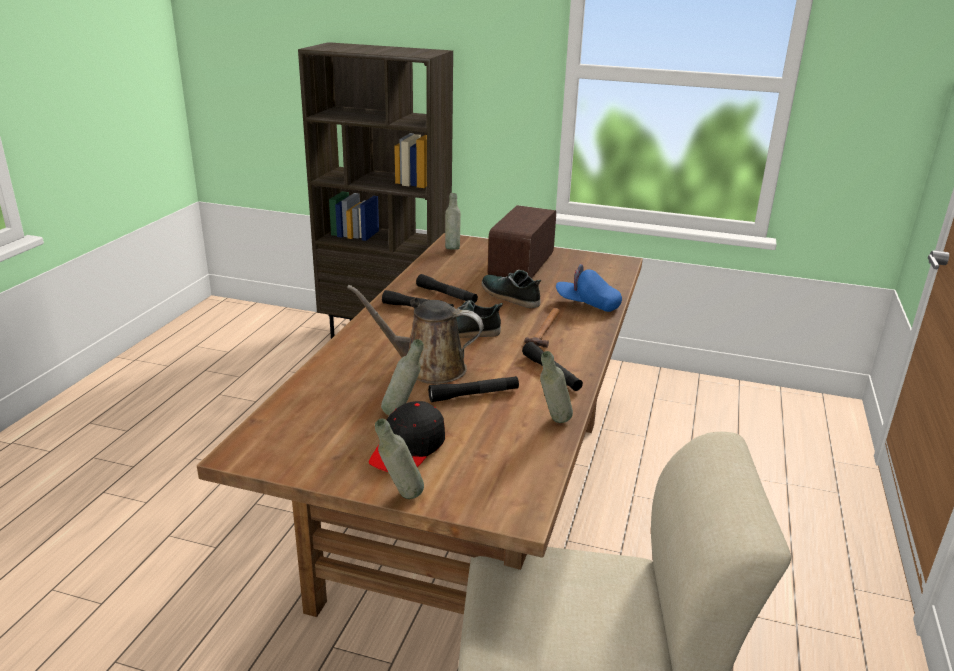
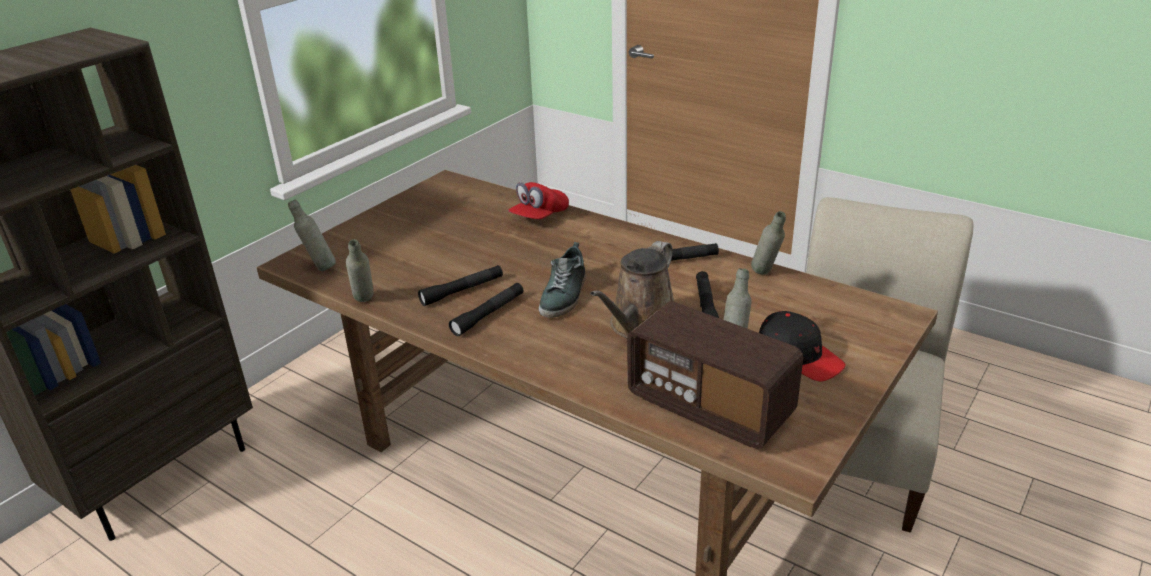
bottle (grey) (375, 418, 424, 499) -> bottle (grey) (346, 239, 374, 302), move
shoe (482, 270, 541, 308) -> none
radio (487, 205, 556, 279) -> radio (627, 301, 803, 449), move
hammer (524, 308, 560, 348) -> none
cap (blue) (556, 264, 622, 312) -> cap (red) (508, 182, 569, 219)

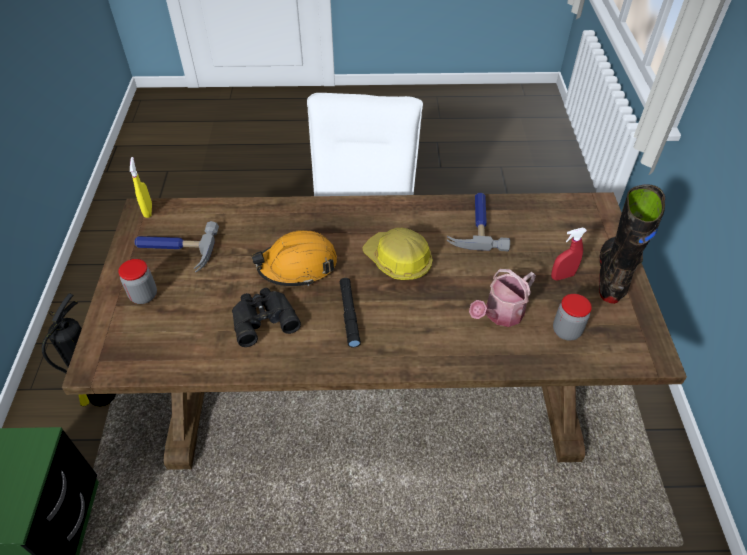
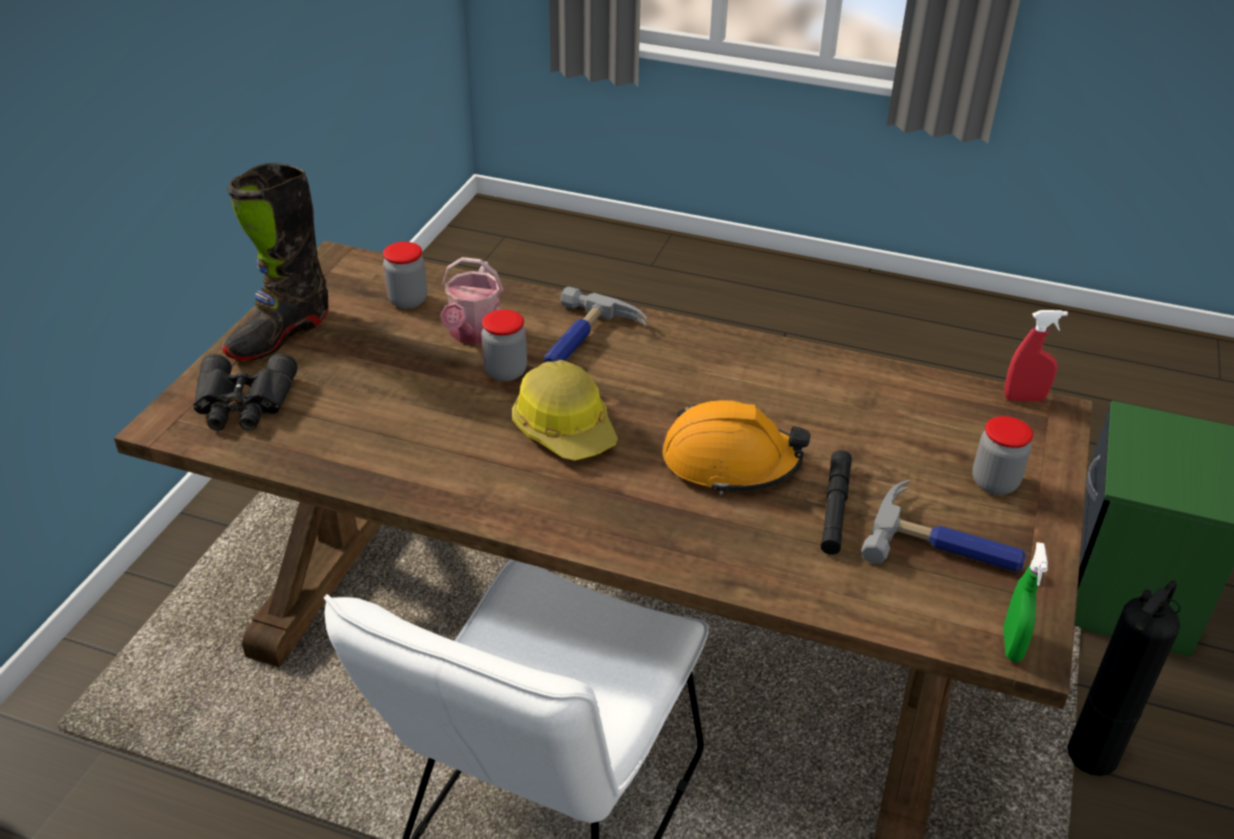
spray bottle (yellow) (130, 157, 152, 218) -> spray bottle (green) (1003, 542, 1048, 662)
binoculars (black) (232, 288, 301, 347) -> binoculars (black) (193, 354, 297, 431), move
flashlight (black) (340, 278, 361, 348) -> flashlight (black) (821, 450, 852, 555), move
hammer (447, 193, 510, 252) -> hammer (544, 287, 647, 363), move
watering can (469, 269, 536, 327) -> watering can (440, 257, 504, 345), 120 degrees clockwise
spray bottle (red) (551, 228, 587, 280) -> spray bottle (red) (1004, 310, 1068, 401), move
none -> jar (481, 310, 527, 382)

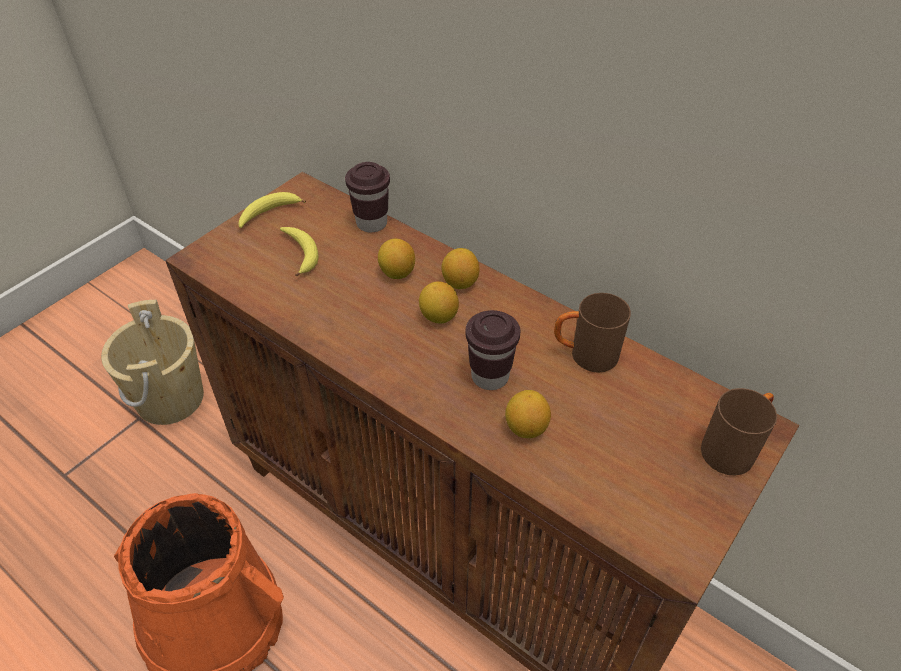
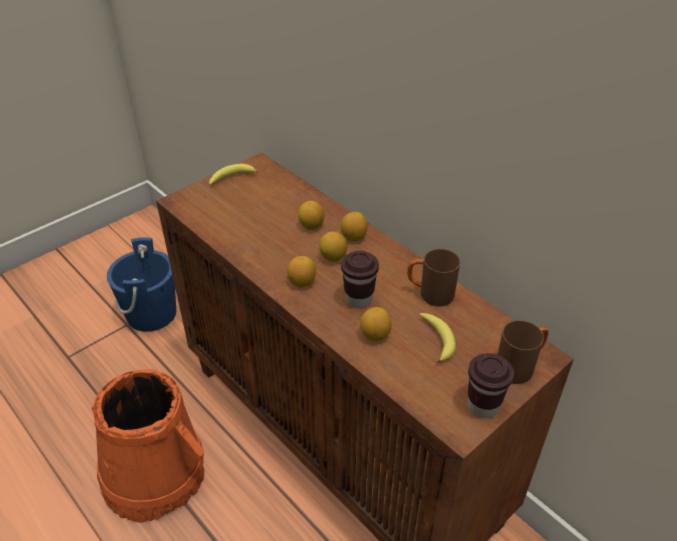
bucket (beige) (101, 300, 204, 425) -> bucket (blue) (107, 237, 176, 332)
banana (280, 227, 318, 277) -> banana (420, 313, 456, 363), move
cup (brown) (345, 162, 390, 233) -> cup (brown) (468, 353, 514, 418), move
none -> lemon (287, 256, 316, 287)

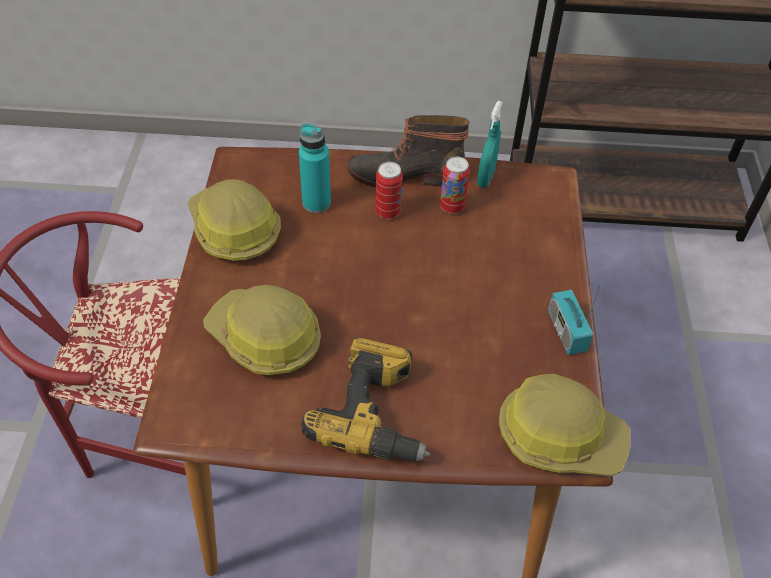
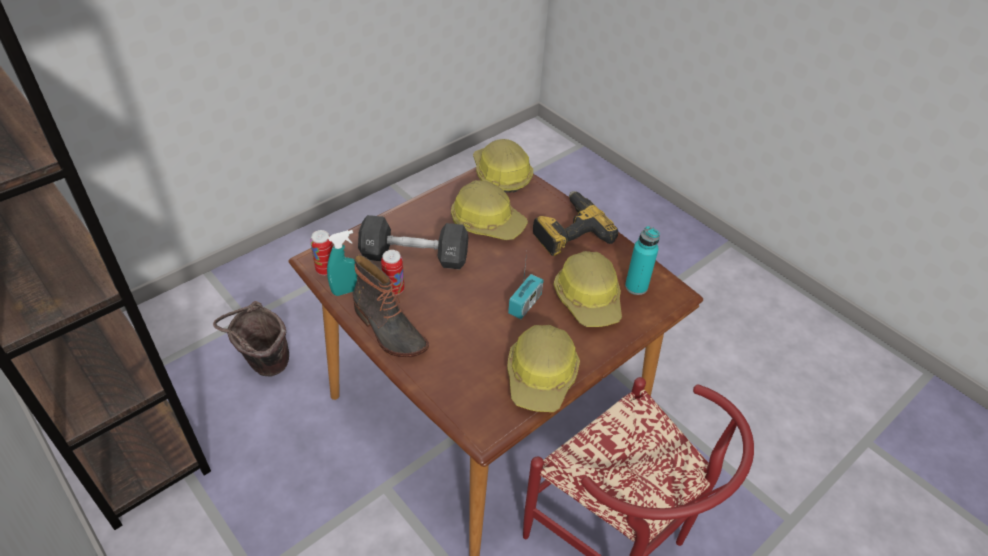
bottle (turquoise) (299, 124, 331, 213) -> bottle (turquoise) (625, 226, 660, 295), move
can (375, 162, 403, 219) -> can (310, 230, 333, 275), move
radio (548, 283, 601, 355) -> radio (508, 252, 544, 319), move
none -> bucket (brown) (213, 301, 289, 376)
none -> dumbbell (black) (358, 215, 468, 269)
none -> hard hat (451, 180, 528, 240)

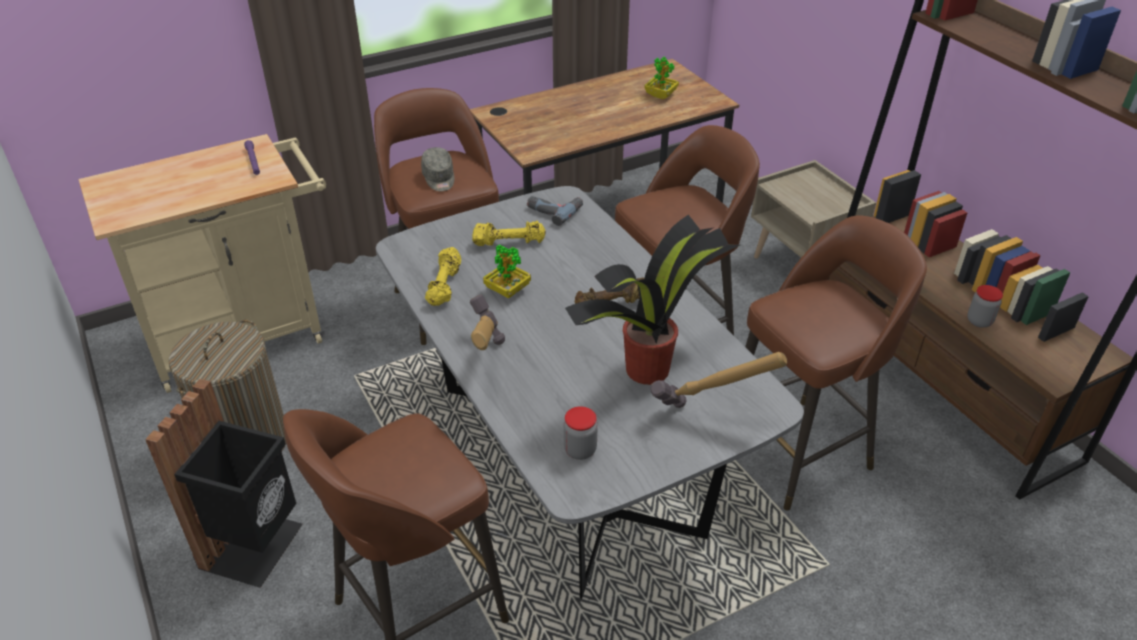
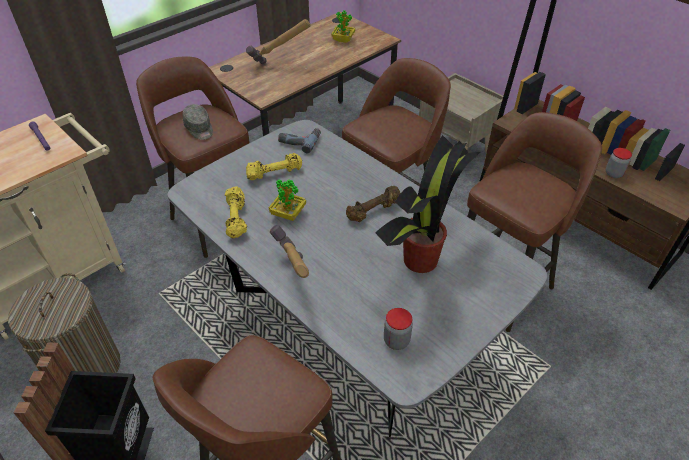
hammer (650, 352, 787, 408) -> hammer (246, 19, 311, 64), move

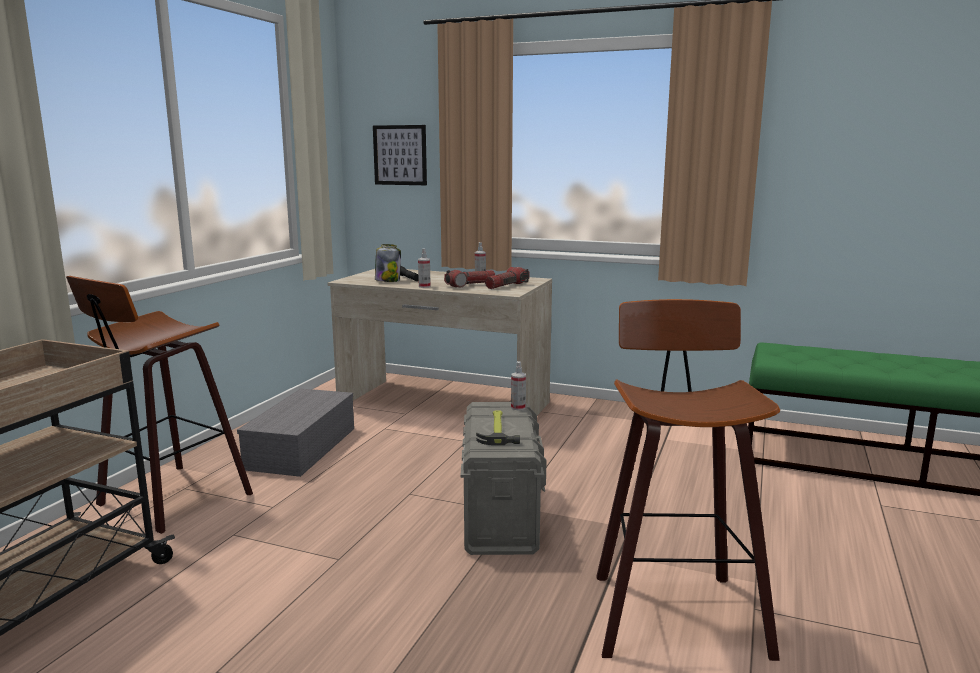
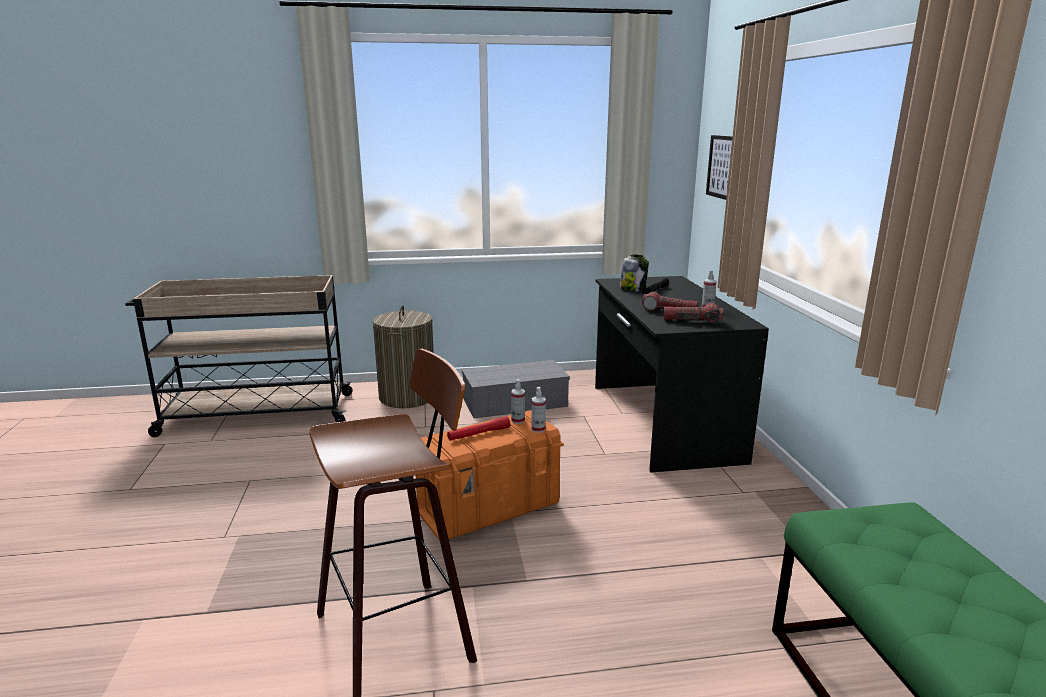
stool (66, 276, 253, 534) -> laundry basket (372, 305, 434, 408)
desk (beige) (327, 269, 552, 415) -> desk (black) (595, 276, 769, 472)
spray bottle (418, 248, 431, 288) -> spray bottle (511, 379, 525, 424), move
storage box (grey) (461, 402, 546, 555) -> storage box (orange) (416, 410, 564, 541)
hammer (476, 410, 520, 445) -> flashlight (red) (447, 416, 510, 441)

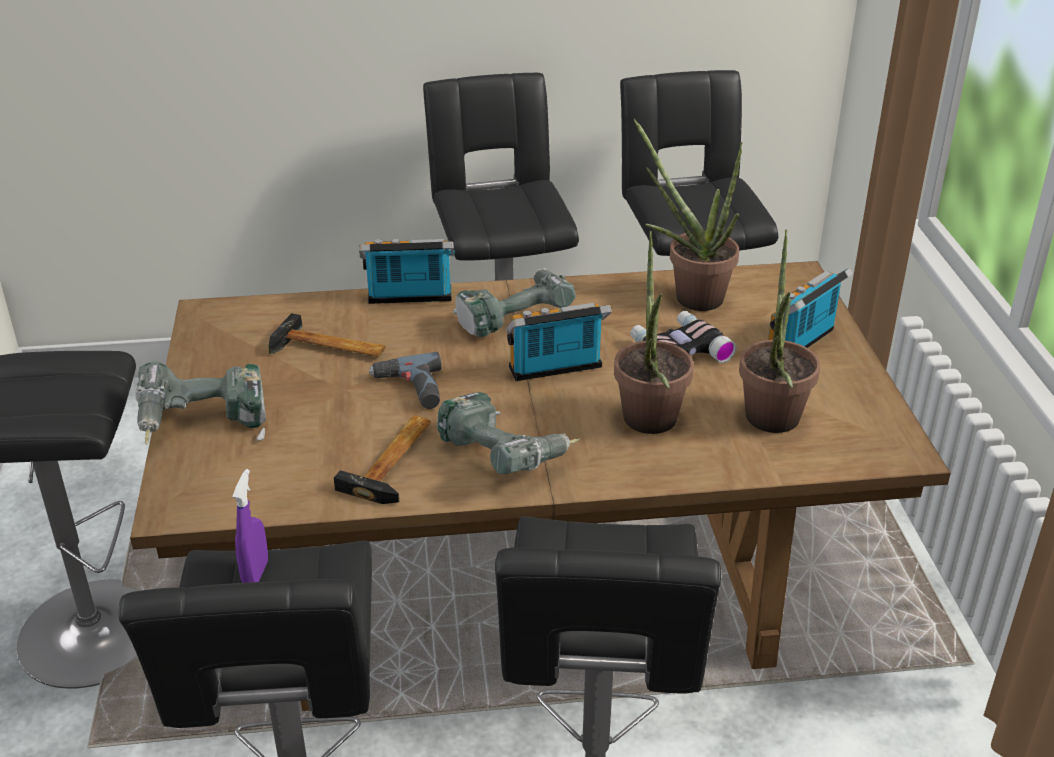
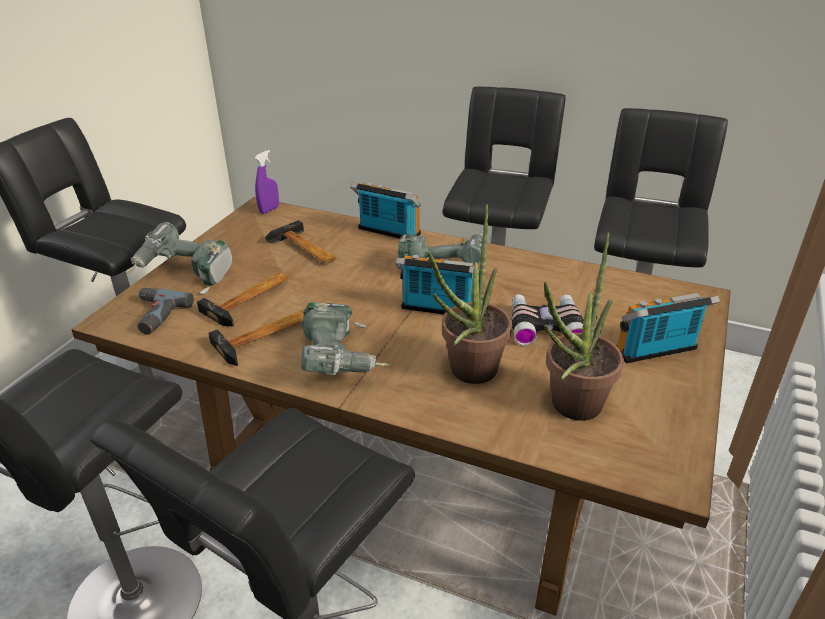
spray bottle (purple) (232, 469, 268, 583) -> spray bottle (purple) (255, 150, 279, 214), move
power drill (369, 352, 441, 409) -> power drill (137, 288, 194, 335), move
potted plant (633, 119, 743, 311) -> none
none -> hammer (197, 272, 289, 326)

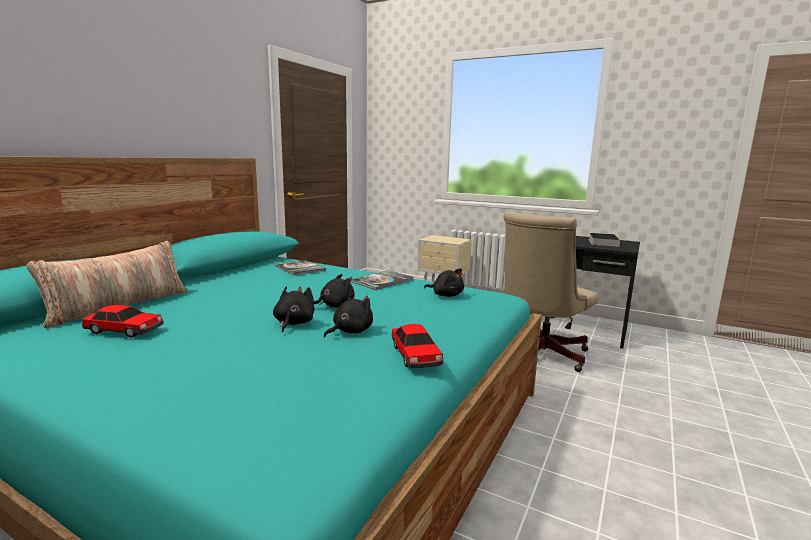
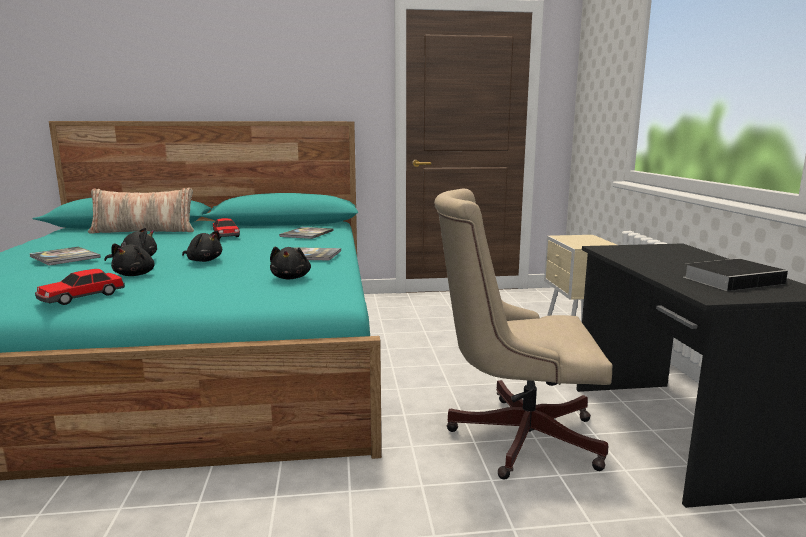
toy car (82, 305, 164, 338) -> toy car (213, 218, 240, 238), move
plush toy (black) (324, 293, 373, 337) -> plush toy (black) (111, 244, 155, 276), 90 degrees clockwise
none -> book (29, 247, 101, 266)

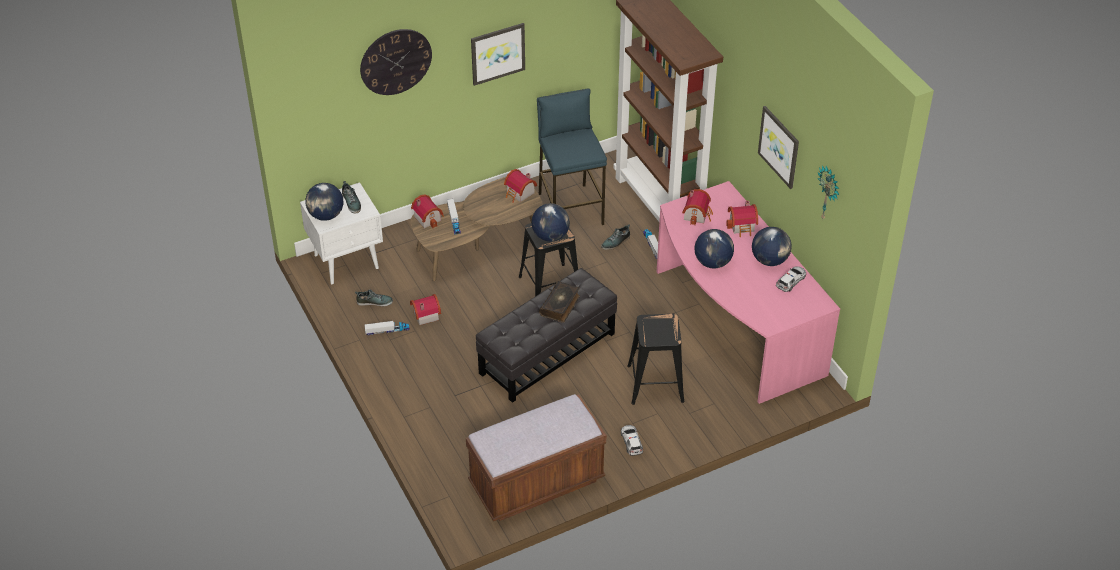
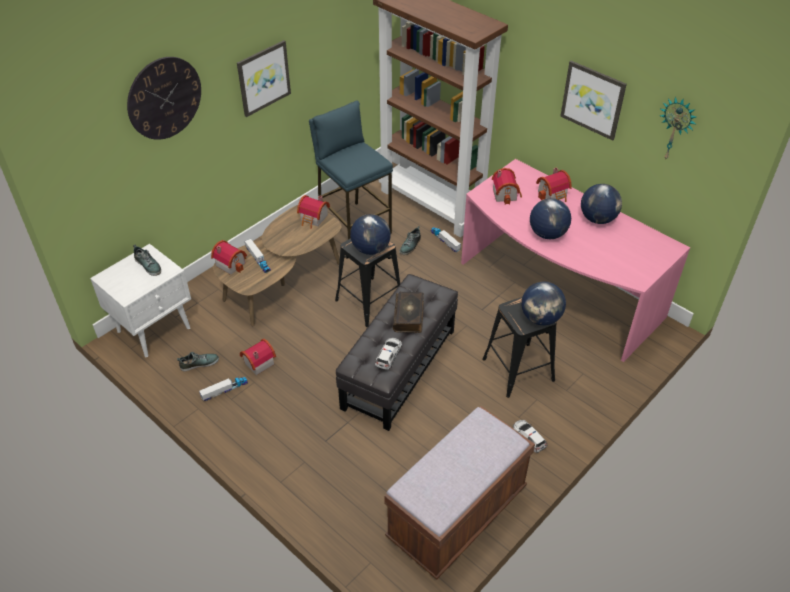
globe (305, 183, 343, 221) -> globe (521, 282, 566, 325), move
toy car (776, 266, 806, 292) -> toy car (375, 338, 402, 370), move

